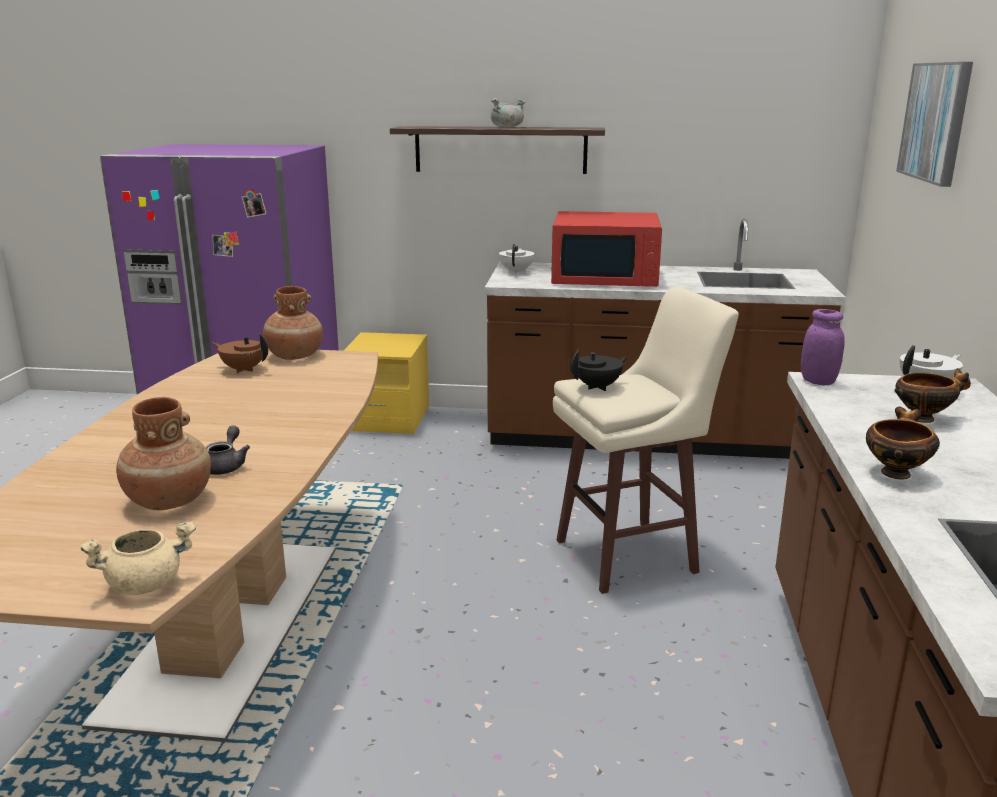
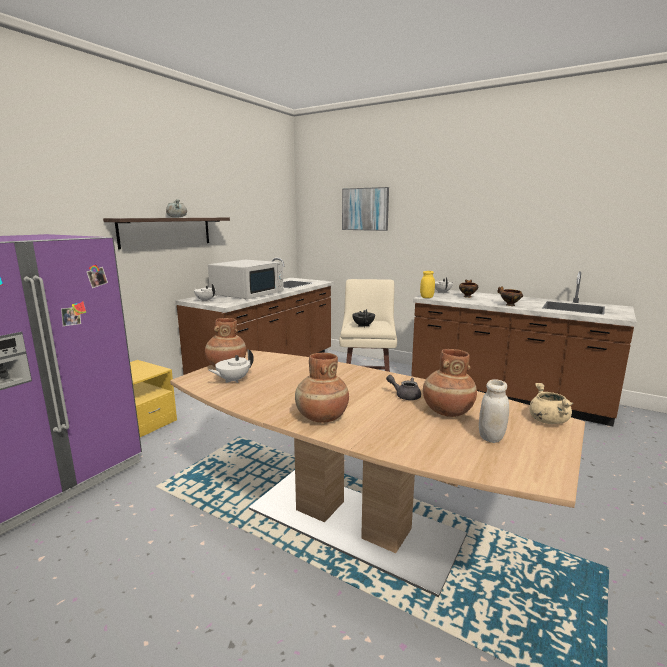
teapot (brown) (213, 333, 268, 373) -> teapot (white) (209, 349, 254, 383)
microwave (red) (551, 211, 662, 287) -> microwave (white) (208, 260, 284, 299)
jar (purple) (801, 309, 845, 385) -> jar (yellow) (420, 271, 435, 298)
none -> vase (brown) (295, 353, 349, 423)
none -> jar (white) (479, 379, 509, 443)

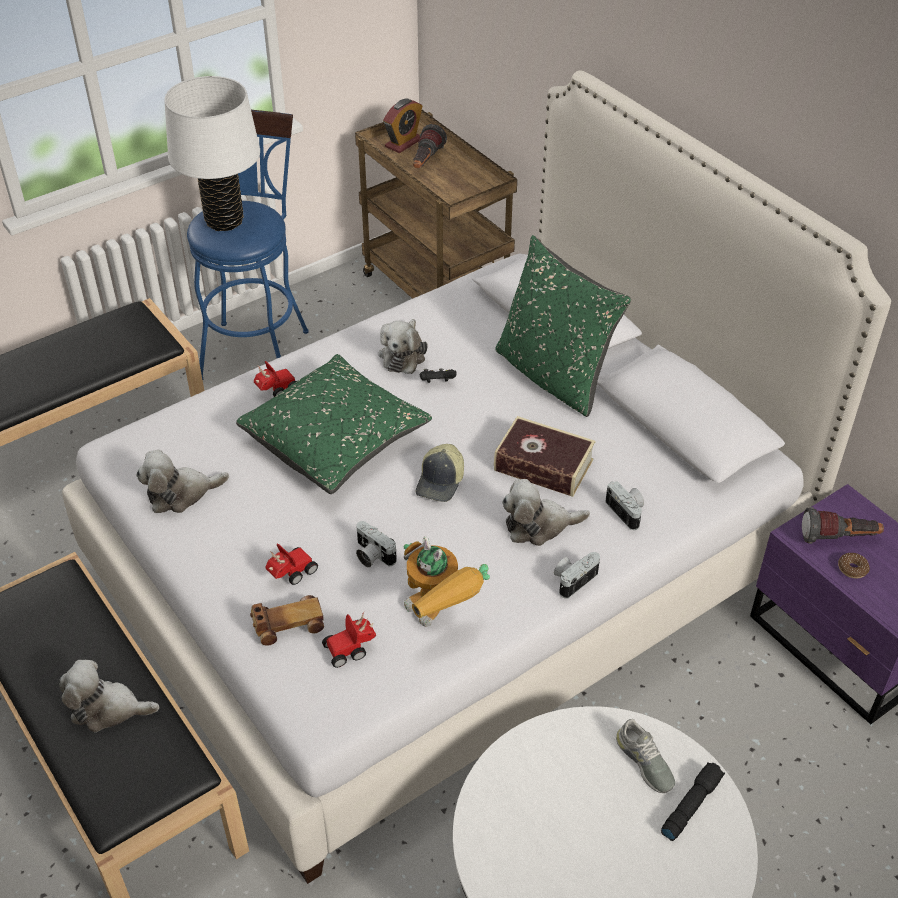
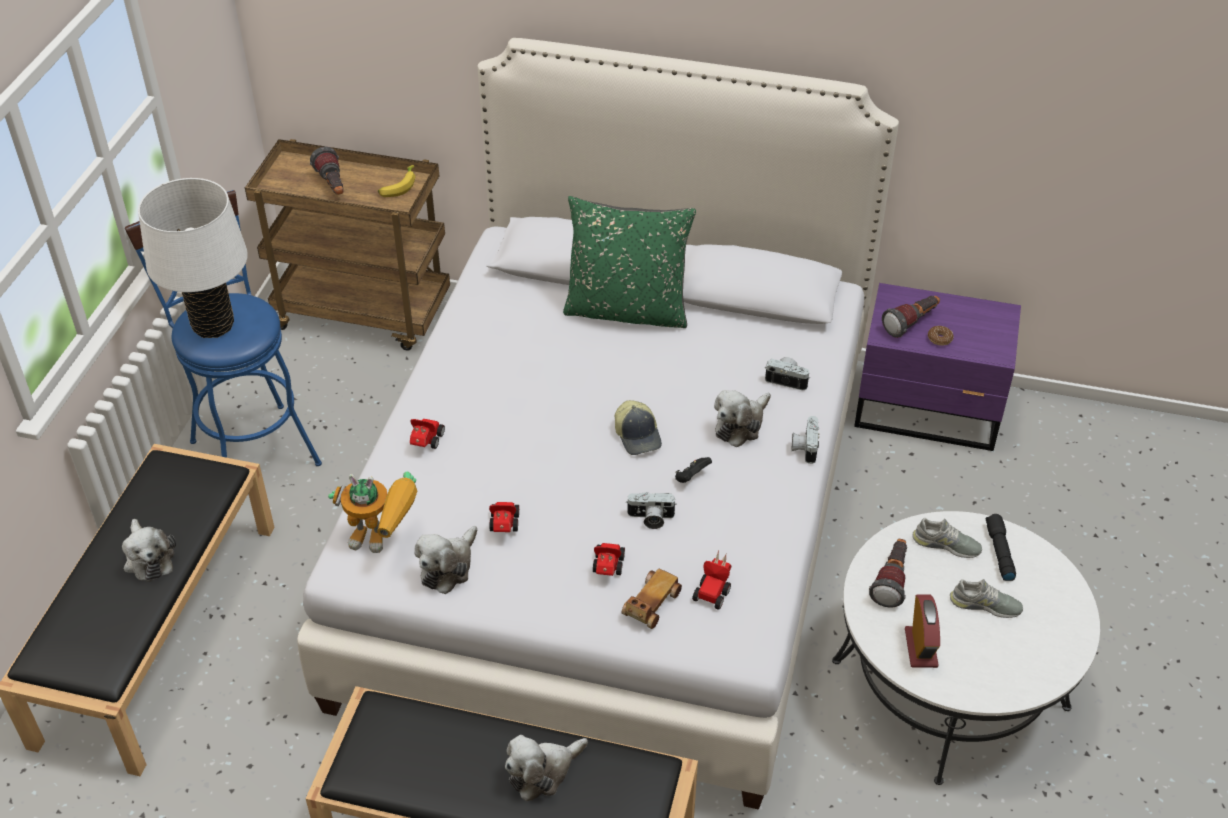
pillow (green) (236, 354, 432, 494) -> none
plush toy (379, 319, 428, 374) -> plush toy (122, 519, 176, 582), move
alarm clock (383, 98, 422, 153) -> alarm clock (905, 594, 940, 668), move
toy robot (404, 536, 490, 627) -> toy robot (328, 472, 417, 553), move
game controller (black) (420, 369, 457, 383) -> game controller (black) (675, 457, 712, 483), move
book (494, 416, 595, 497) -> none
none -> banana (378, 165, 415, 197)
none -> toy car (489, 502, 519, 532)
none -> flashlight (869, 539, 907, 608)
none -> shoe (grey) (950, 579, 1023, 618)

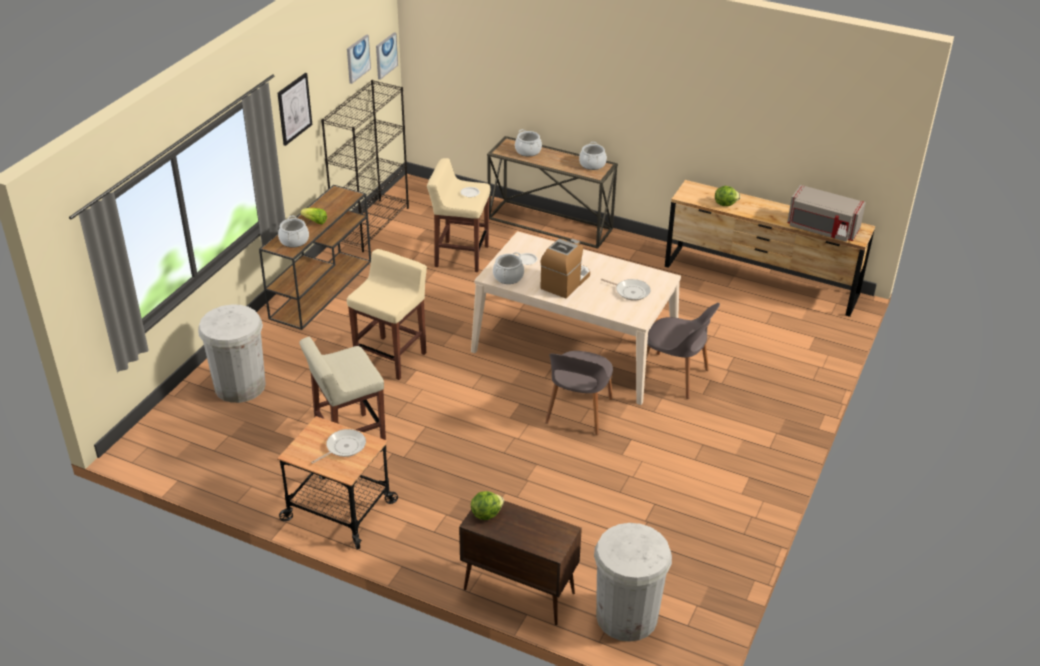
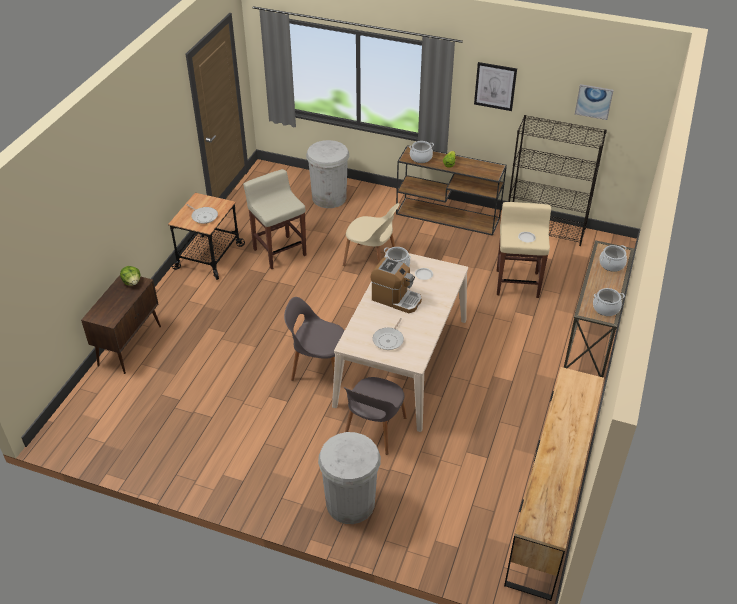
stool (beige) (347, 249, 427, 380) -> chair (beige) (343, 203, 399, 266)
picture (376, 32, 398, 80) -> none
trash can (white) (594, 523, 672, 642) -> trash can (white) (318, 432, 381, 524), move
lettuce (715, 186, 740, 206) -> none
microwave (grey) (787, 185, 866, 242) -> none

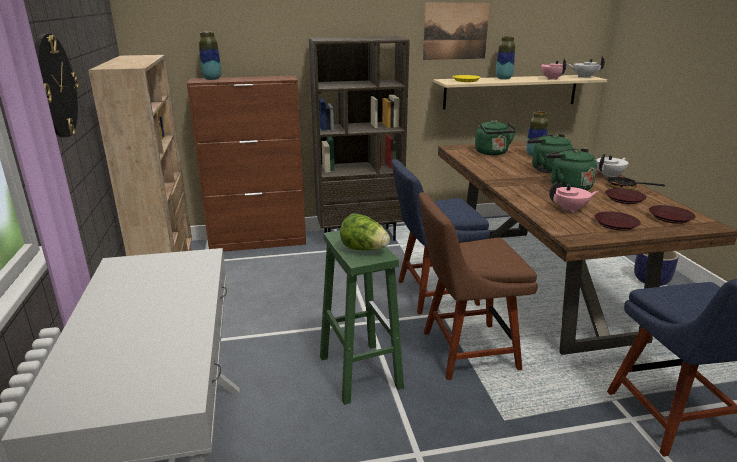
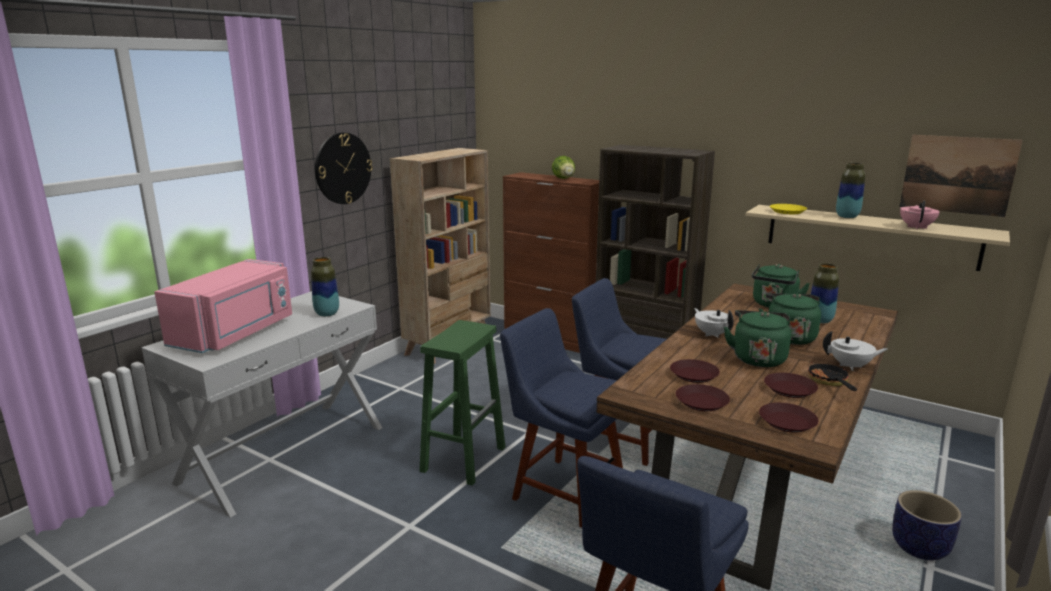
vase (199, 32, 221, 80) -> vase (311, 257, 339, 317), move
lettuce (340, 213, 390, 250) -> lettuce (552, 156, 575, 179), move
chair (brown) (419, 192, 538, 380) -> chair (blue) (500, 308, 623, 528)
picture (423, 2, 490, 60) -> picture (899, 135, 1023, 217), move
teapot (pink) (549, 181, 599, 213) -> plate (brown) (670, 359, 720, 383)
teapot (white) (567, 56, 605, 78) -> teapot (white) (694, 308, 734, 338), move
none -> microwave (pink) (155, 259, 292, 353)

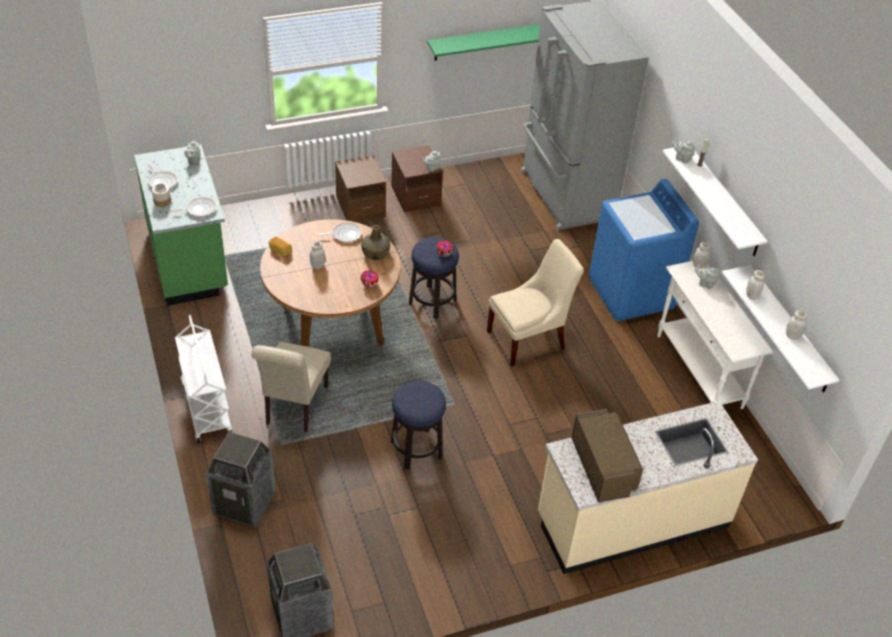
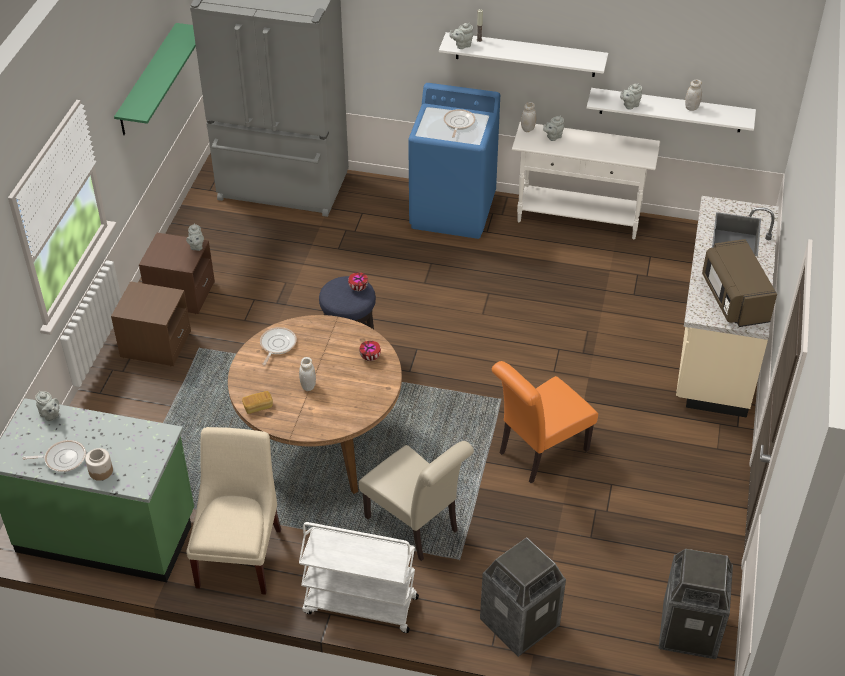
frying pan (171, 197, 216, 217) -> frying pan (444, 109, 475, 138), move
bottle (green) (361, 225, 390, 260) -> none
stool (391, 381, 446, 470) -> chair (orange) (492, 361, 598, 483)
chair (beige) (487, 239, 584, 367) -> chair (beige) (186, 427, 281, 595), move
microwave (brown) (571, 409, 643, 502) -> microwave (brown) (702, 239, 777, 327), 120 degrees counterclockwise
jar (white) (746, 270, 765, 300) -> teapot (grey) (620, 83, 642, 110)

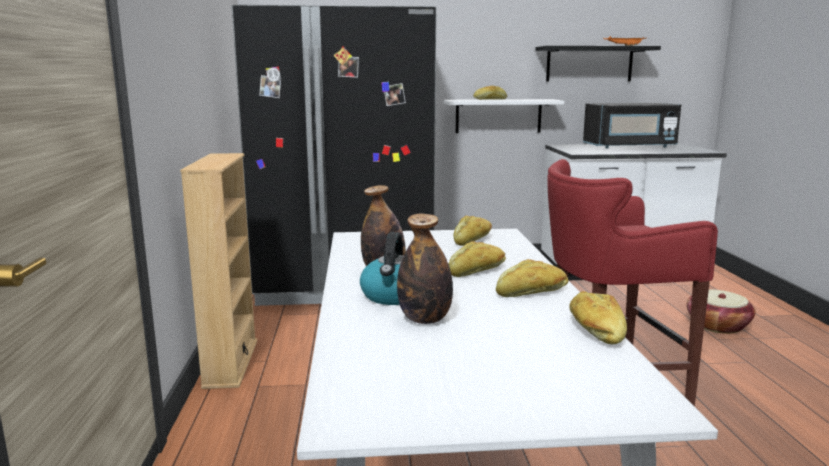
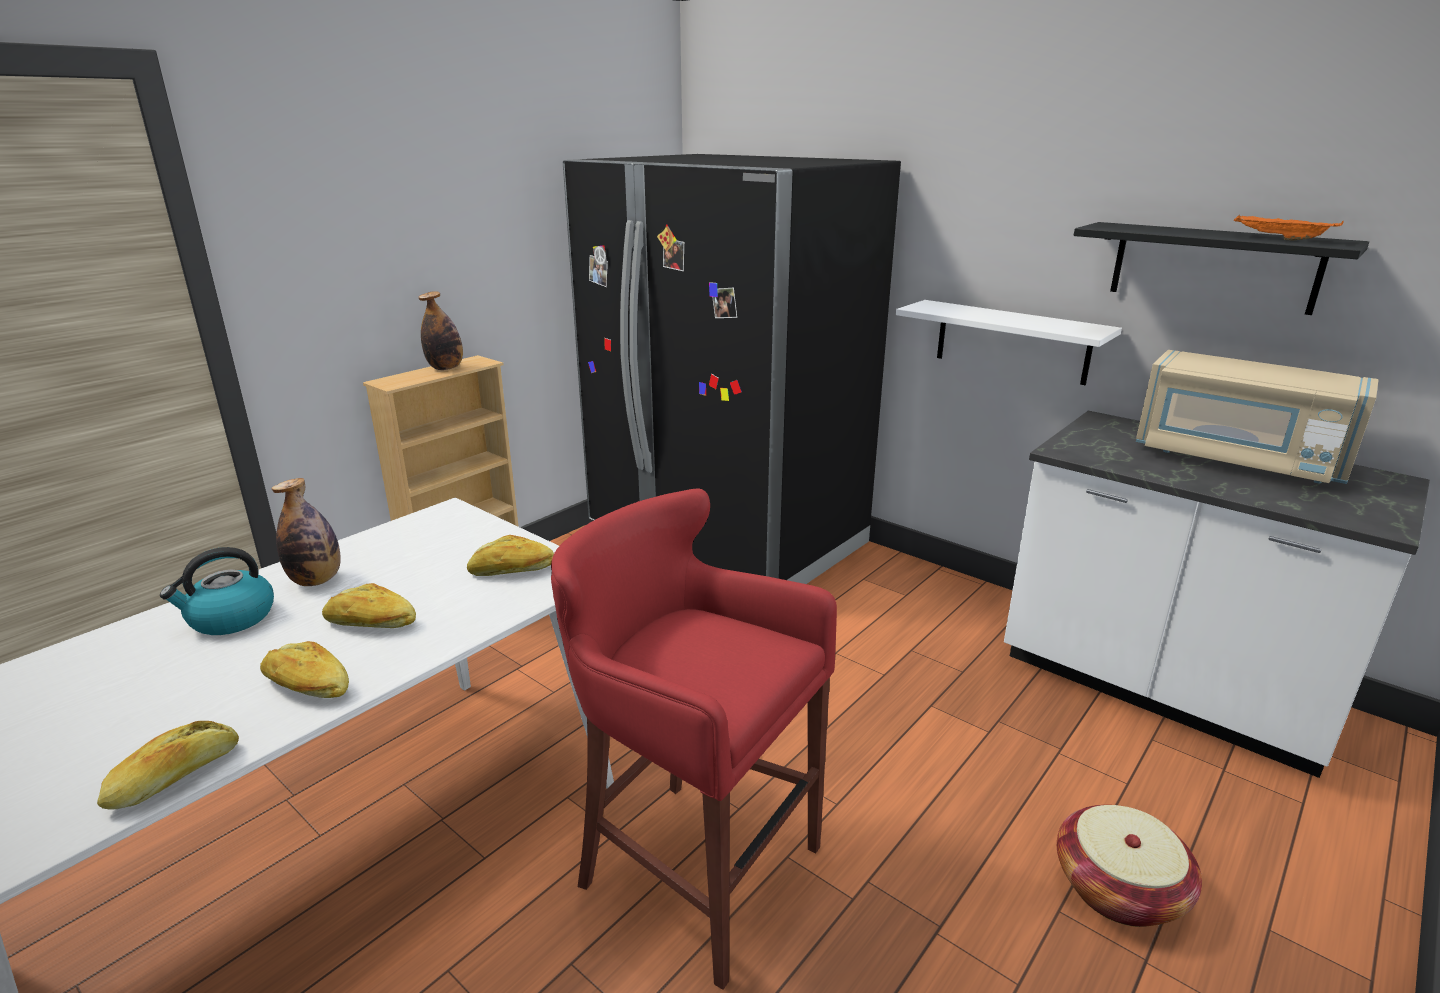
bottle (397, 214, 453, 324) -> bottle (418, 291, 463, 370), move
bread (473, 85, 507, 100) -> none
microwave (black) (583, 103, 681, 149) -> microwave (beige) (1136, 350, 1378, 484)

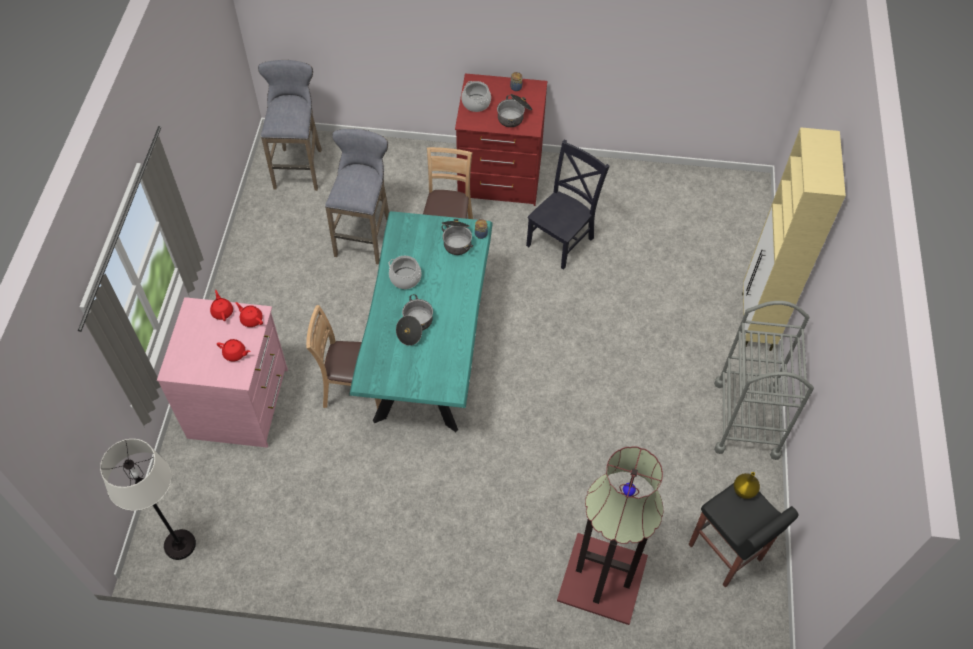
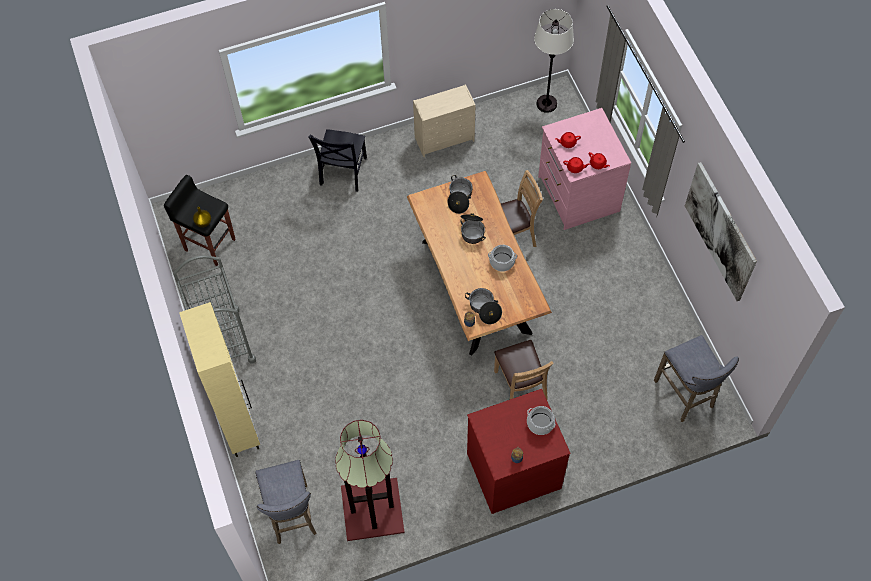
stool (grey) (325, 129, 389, 265) -> stool (grey) (255, 460, 316, 544), move
dining table (turquoise) (349, 211, 493, 432) -> dining table (brown) (407, 171, 552, 356)
cooking pot (497, 94, 532, 127) -> cooking pot (448, 175, 473, 214), move
chair (black) (526, 140, 610, 270) -> chair (black) (309, 129, 367, 192), move
floor lamp (557, 446, 663, 625) -> floor lamp (335, 420, 405, 541), move
none -> dresser (beige) (413, 84, 475, 157)
none -> picture (685, 162, 757, 301)

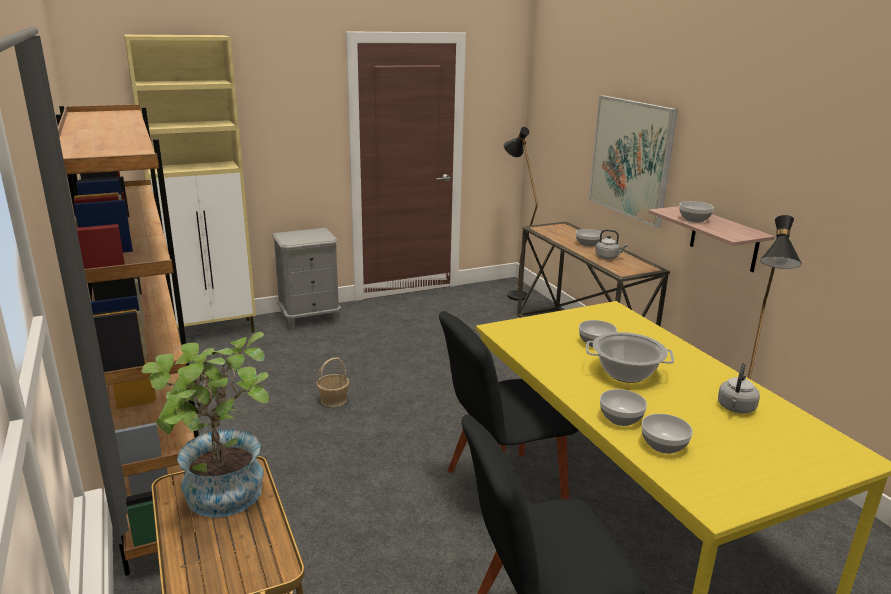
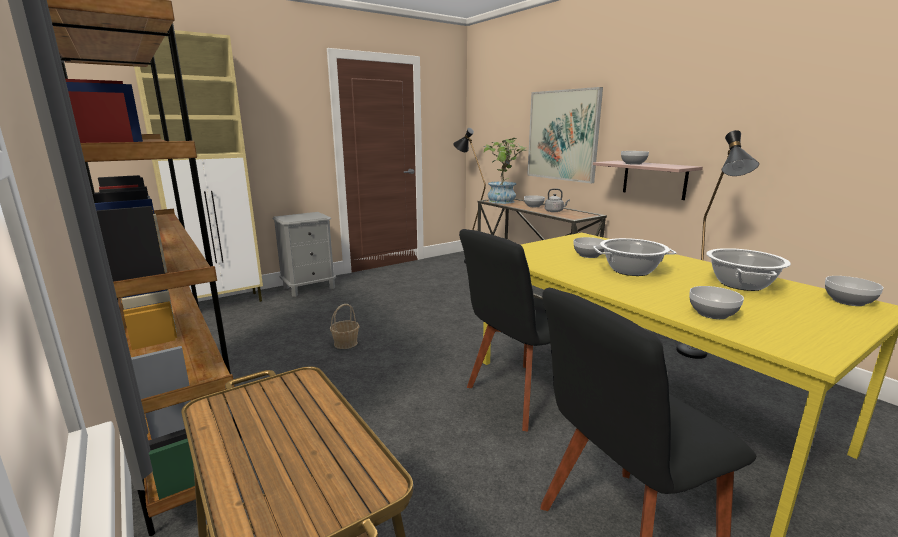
potted plant (142, 332, 269, 518) -> potted plant (483, 138, 530, 204), move
bowl (600, 389, 647, 426) -> bowl (825, 276, 884, 306), move
kettle (grey) (718, 363, 760, 414) -> cooking pot (706, 248, 791, 291)

